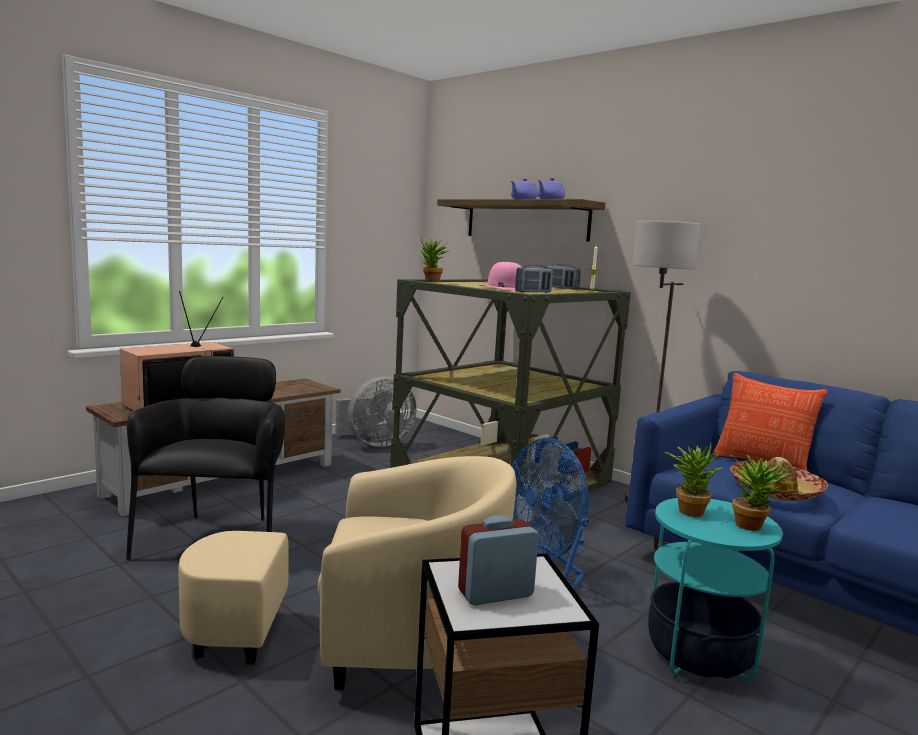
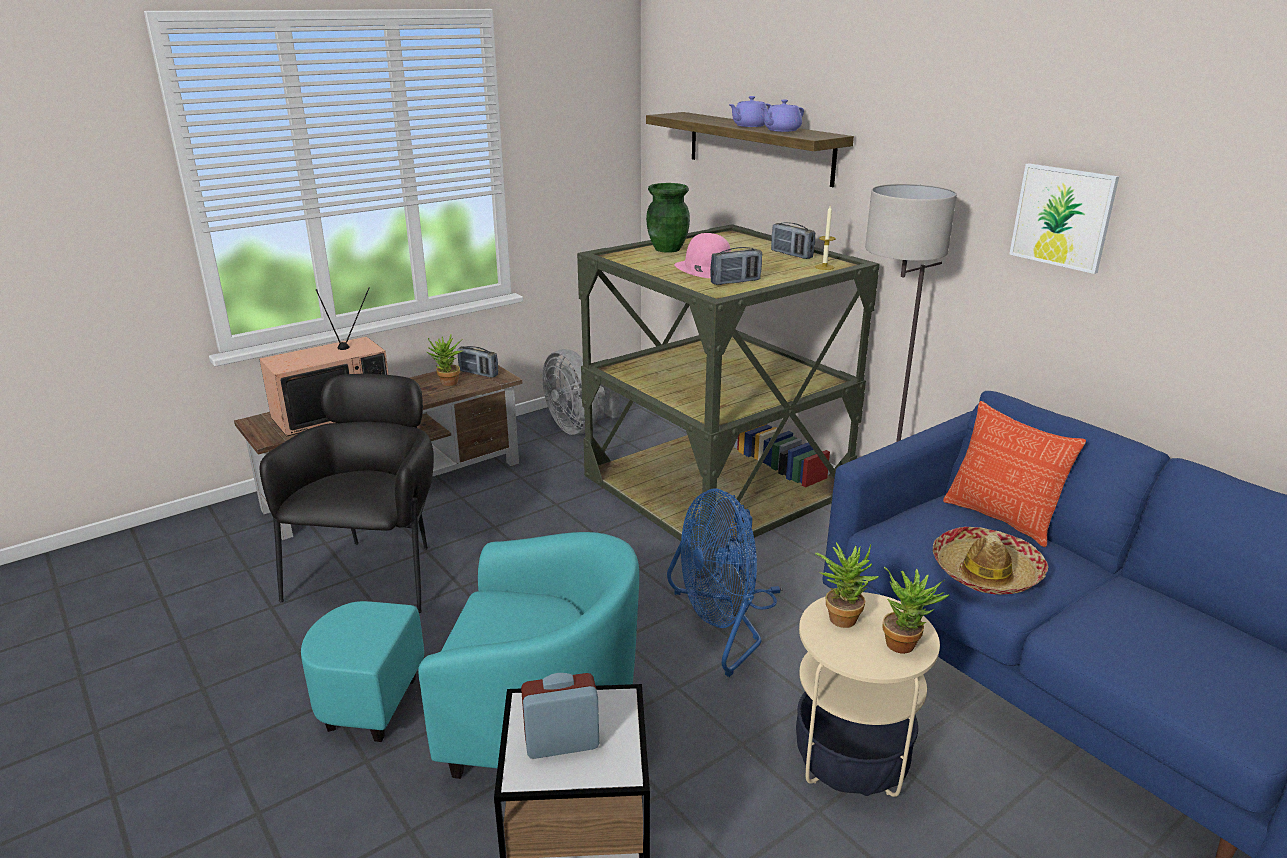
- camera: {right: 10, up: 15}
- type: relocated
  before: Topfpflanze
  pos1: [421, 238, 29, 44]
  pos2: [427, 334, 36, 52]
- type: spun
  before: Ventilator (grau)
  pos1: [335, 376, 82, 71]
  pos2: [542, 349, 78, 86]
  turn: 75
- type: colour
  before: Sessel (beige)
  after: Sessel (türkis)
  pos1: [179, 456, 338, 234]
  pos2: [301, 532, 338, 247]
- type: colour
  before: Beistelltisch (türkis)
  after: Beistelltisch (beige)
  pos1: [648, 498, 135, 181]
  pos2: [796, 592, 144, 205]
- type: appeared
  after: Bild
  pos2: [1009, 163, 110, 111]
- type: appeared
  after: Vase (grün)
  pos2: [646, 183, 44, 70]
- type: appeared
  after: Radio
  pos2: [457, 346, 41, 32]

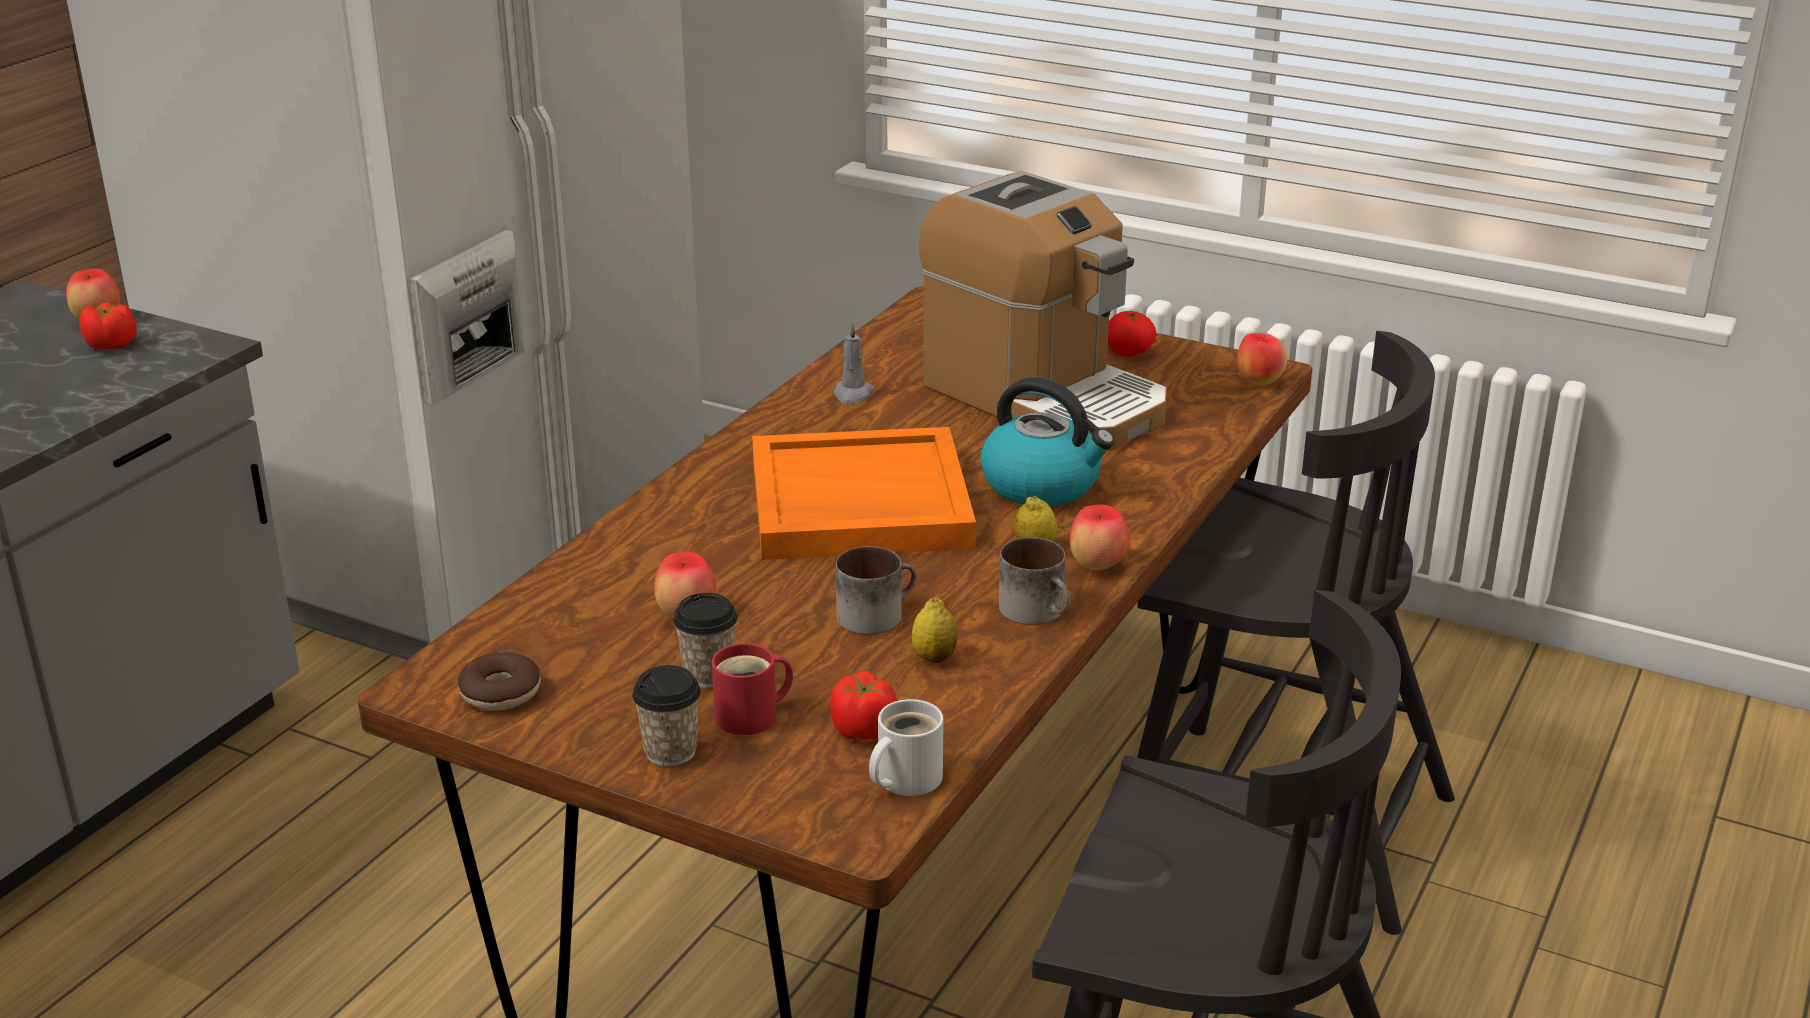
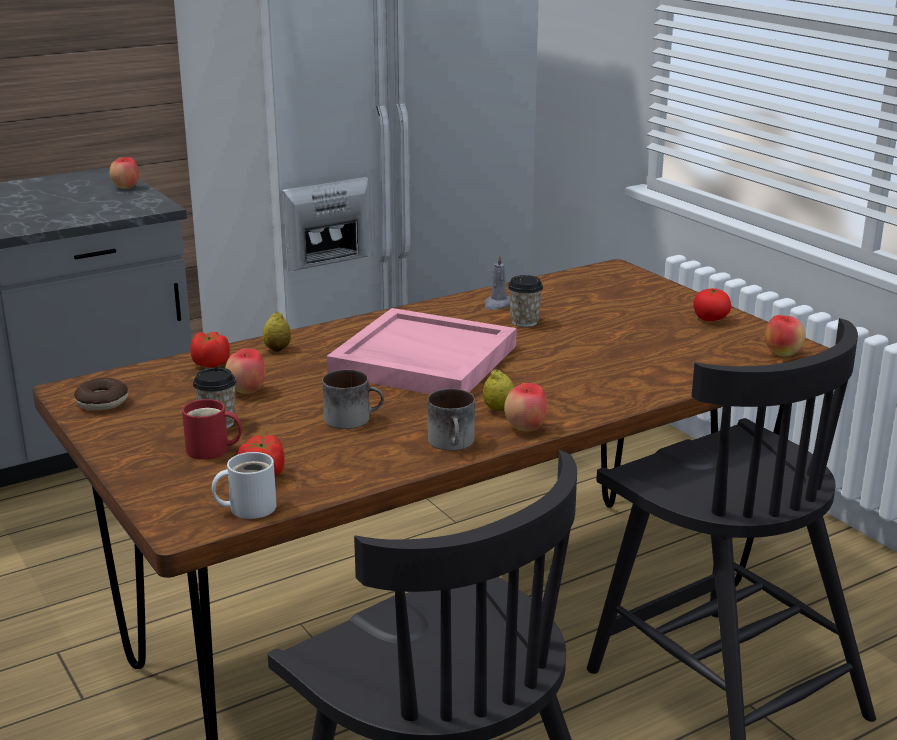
- camera: {right: 30, up: -5}
- type: missing
  before: Kaffeemaschine
  pos1: [918, 171, 249, 280]
- type: relocated
  before: Tomate
  pos1: [79, 302, 58, 48]
  pos2: [190, 332, 40, 36]
- type: missing
  before: Wasserkessel
  pos1: [980, 377, 134, 129]
- type: colour
  before: Tablett (orange)
  after: Tablett (rosa)
  pos1: [752, 427, 224, 133]
  pos2: [327, 308, 190, 86]
- type: relocated
  before: Zitrone
  pos1: [912, 598, 46, 65]
  pos2: [263, 312, 28, 40]
- type: relocated
  before: Tasse
  pos1: [632, 665, 69, 101]
  pos2: [508, 275, 35, 52]

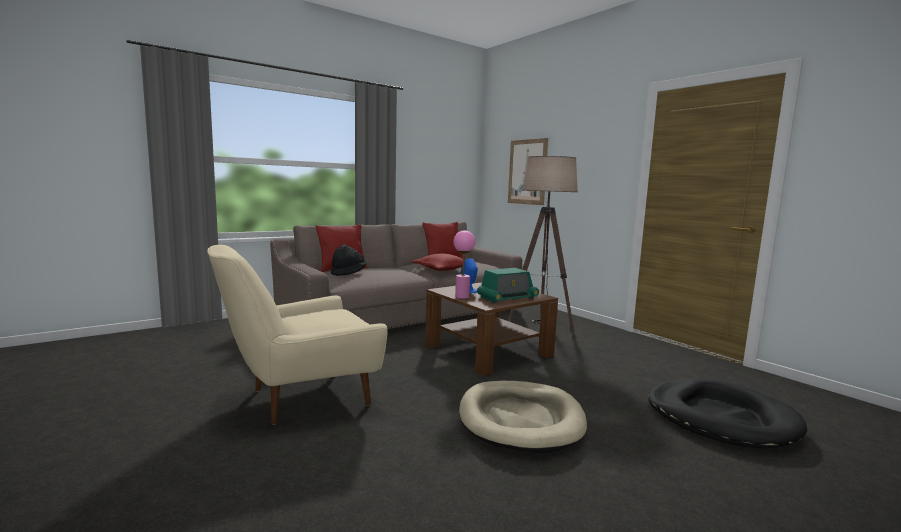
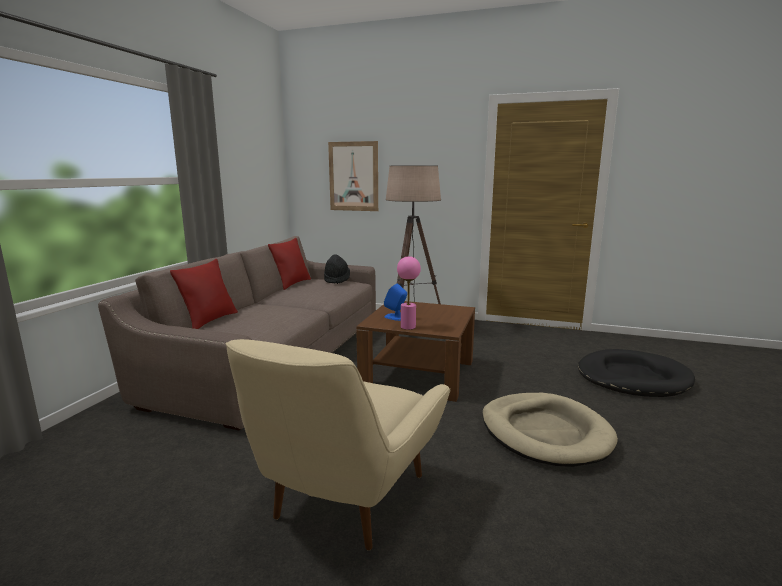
- camera: {right: -35, up: 5}
- type: relocated
  before: Hut (schwarz)
  pos1: [331, 244, 35, 32]
  pos2: [324, 255, 26, 29]
- type: missing
  before: Kissen (rot)
  pos1: [411, 253, 52, 18]
- type: missing
  before: Radio
  pos1: [477, 268, 62, 35]

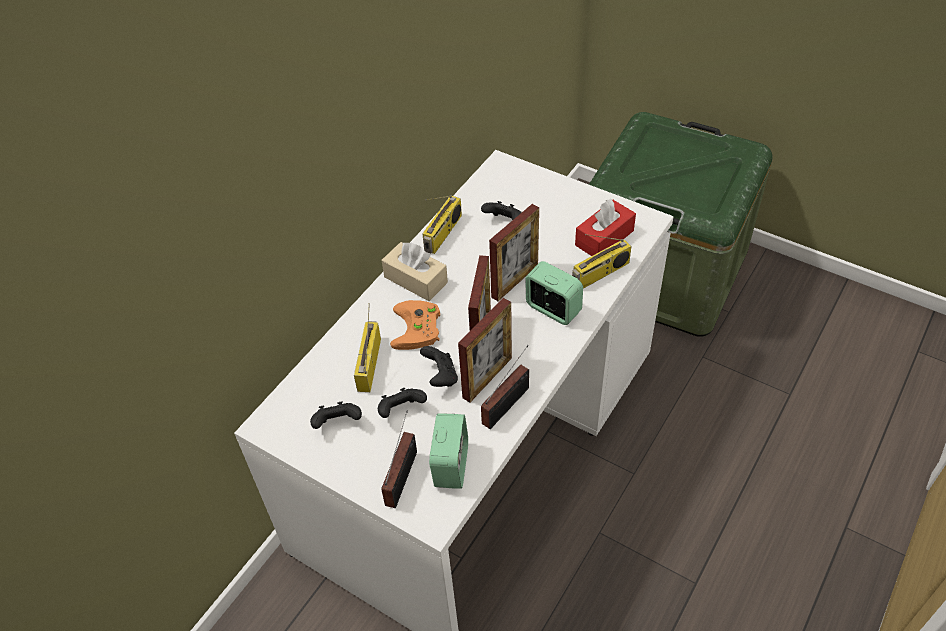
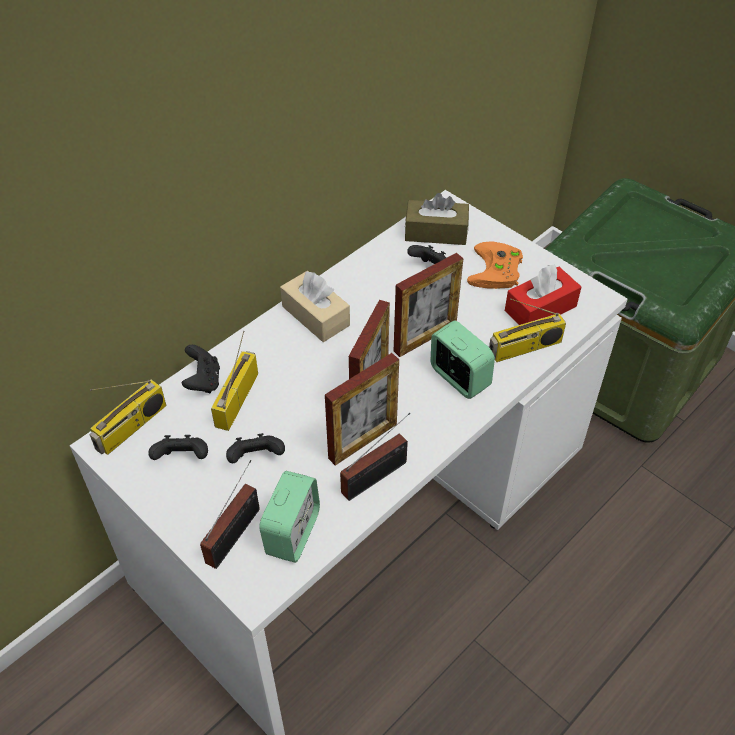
- camera: {right: 10, up: 0}
- type: relocated
  before: Radio
  pos1: [423, 195, 39, 59]
  pos2: [90, 380, 77, 75]
- type: relocated
  before: Gamepad (orange)
  pos1: [390, 300, 50, 50]
  pos2: [467, 241, 56, 48]
- type: relocated
  before: Gamepad (schwarz)
  pos1: [420, 346, 38, 41]
  pos2: [182, 345, 38, 48]
- type: appeared
  after: Taschentuchbox (braun)
  pos2: [405, 193, 64, 52]

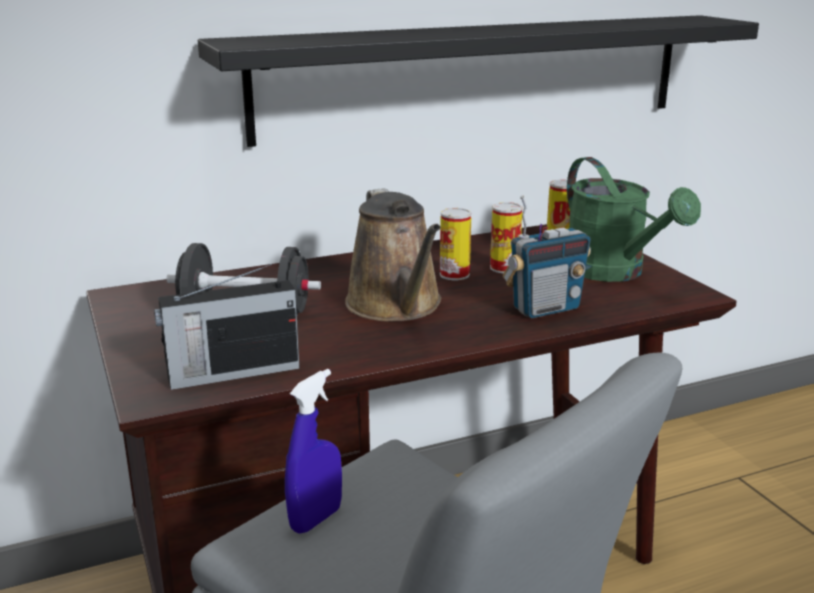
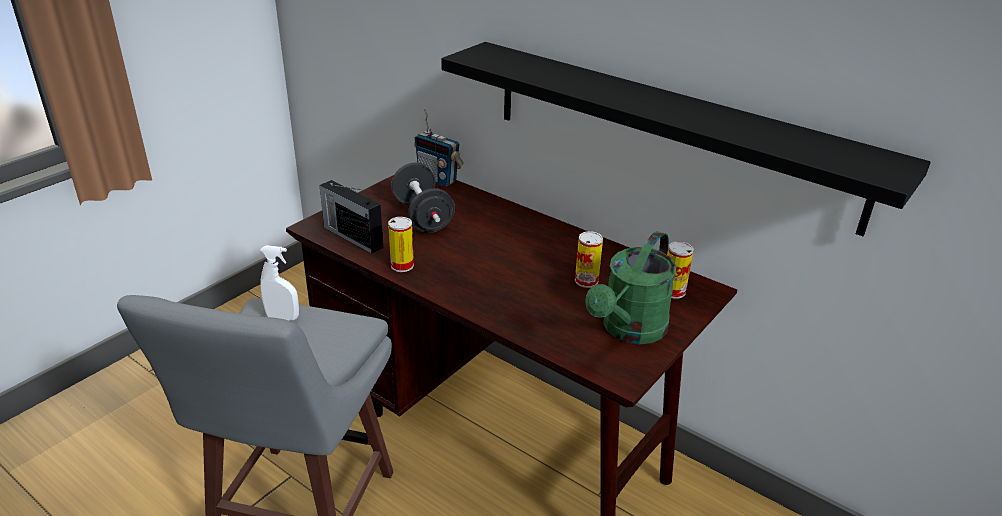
- camera: {right: 60, up: 10}
- type: missing
  before: Gießkanne (braun)
  pos1: [345, 188, 96, 134]
- type: relocated
  before: Radio
  pos1: [503, 196, 88, 122]
  pos2: [414, 109, 49, 78]
- type: relocated
  before: Dose
  pos1: [440, 208, 32, 72]
  pos2: [388, 217, 26, 55]
- type: colour
  before: Sprühflasche (blau)
  after: Sprühflasche (weiß)
  pos1: [285, 369, 57, 165]
  pos2: [260, 245, 39, 76]

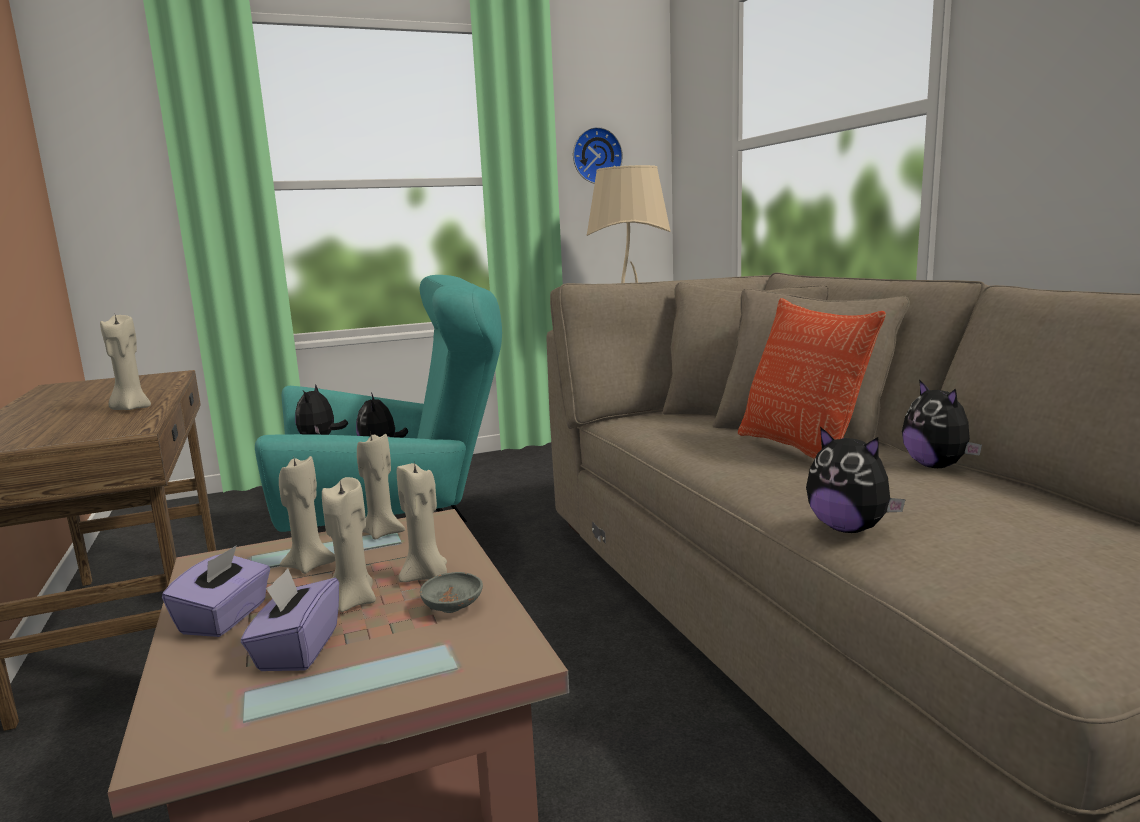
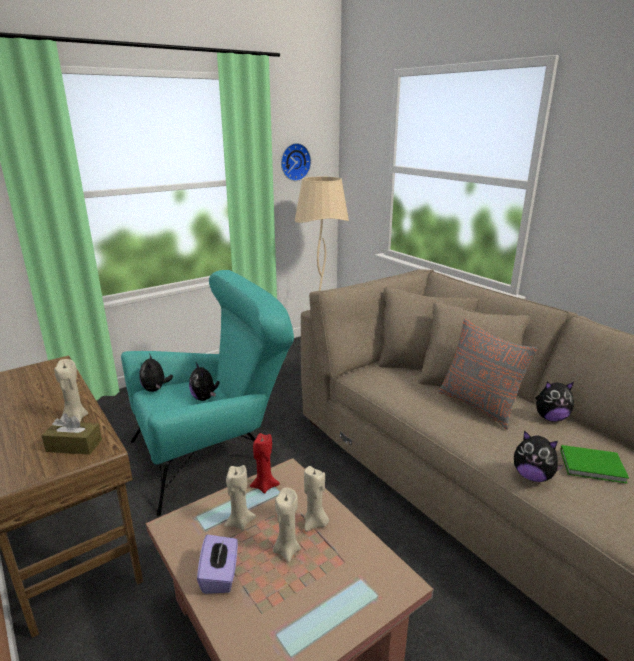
- camera: {right: -15, up: 10}
- type: colour
  before: Kissen (orange)
  after: Kissen (grau)
  pos1: [738, 298, 148, 161]
  pos2: [438, 319, 99, 110]
- type: spun
  before: Plüschtier
  pos1: [902, 379, 80, 89]
  pos2: [535, 382, 39, 40]
  turn: -60
- type: colour
  before: Kerze (beige)
  after: Kerze (rot)
  pos1: [357, 434, 48, 106]
  pos2: [250, 433, 30, 60]
- type: missing
  before: Taschentuchbox (lila)
  pos1: [241, 568, 98, 103]
- type: missing
  before: Schüssel (grau)
  pos1: [420, 572, 63, 41]
- type: appeared
  after: Taschentuchbox (braun)
  pos2: [42, 413, 60, 42]
- type: appeared
  after: Buch (grün)
  pos2: [560, 445, 69, 38]

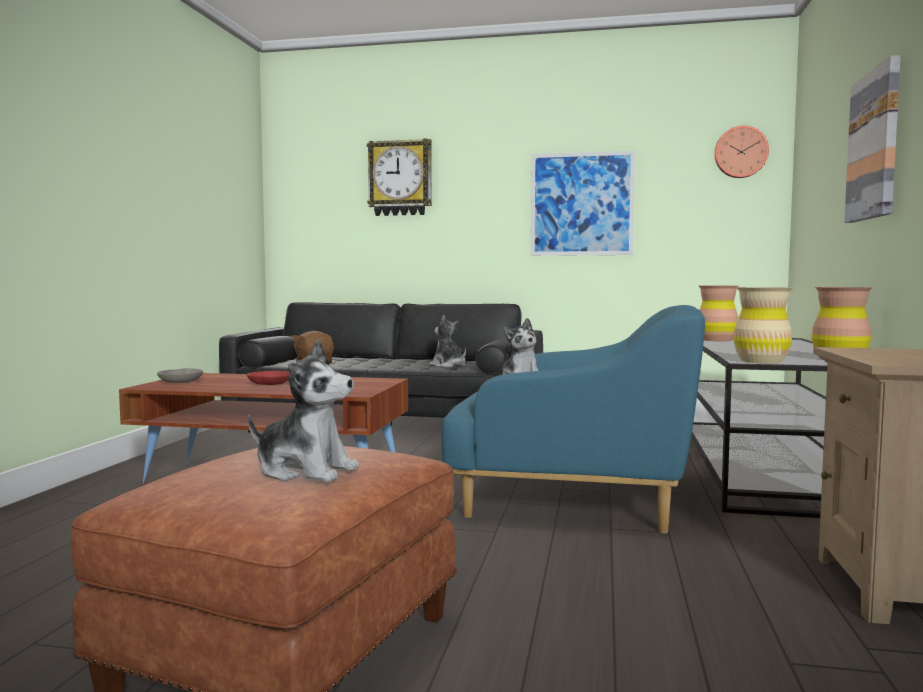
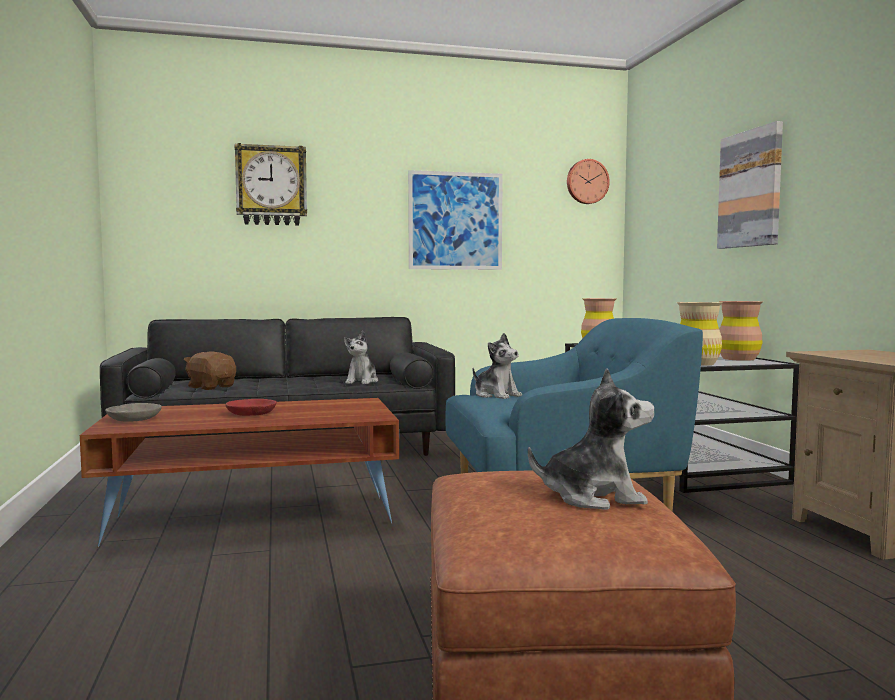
- camera: {right: -25, up: 0}
- type: spun
  before: Plüschtier
  pos1: [430, 315, 36, 53]
  pos2: [344, 331, 34, 53]
  turn: -105

